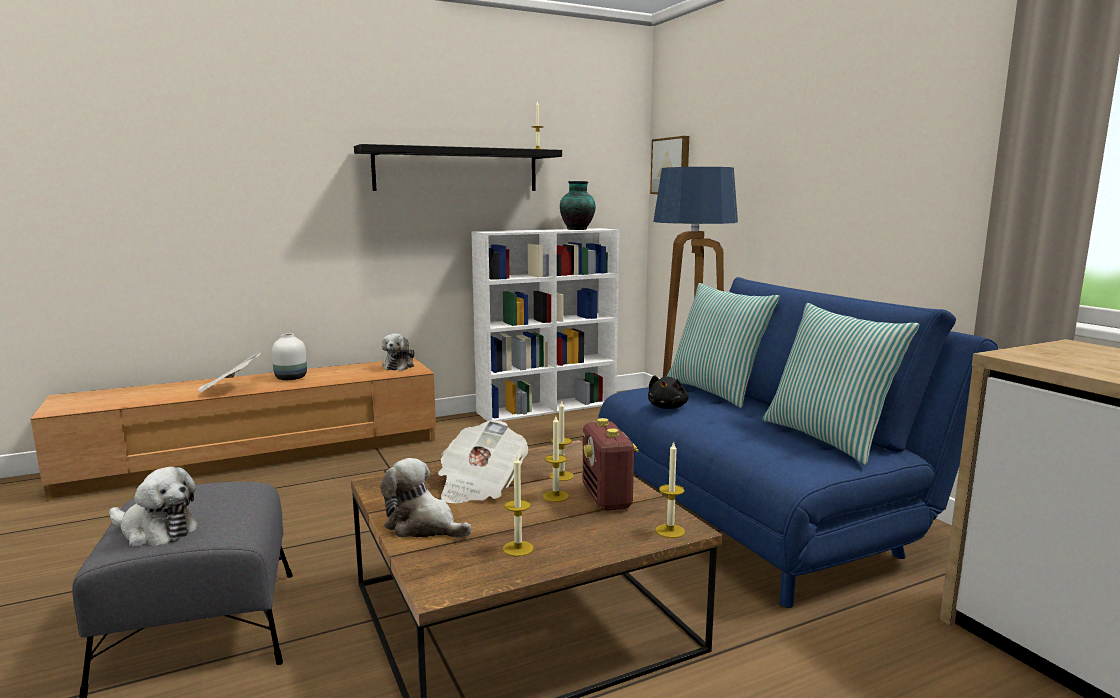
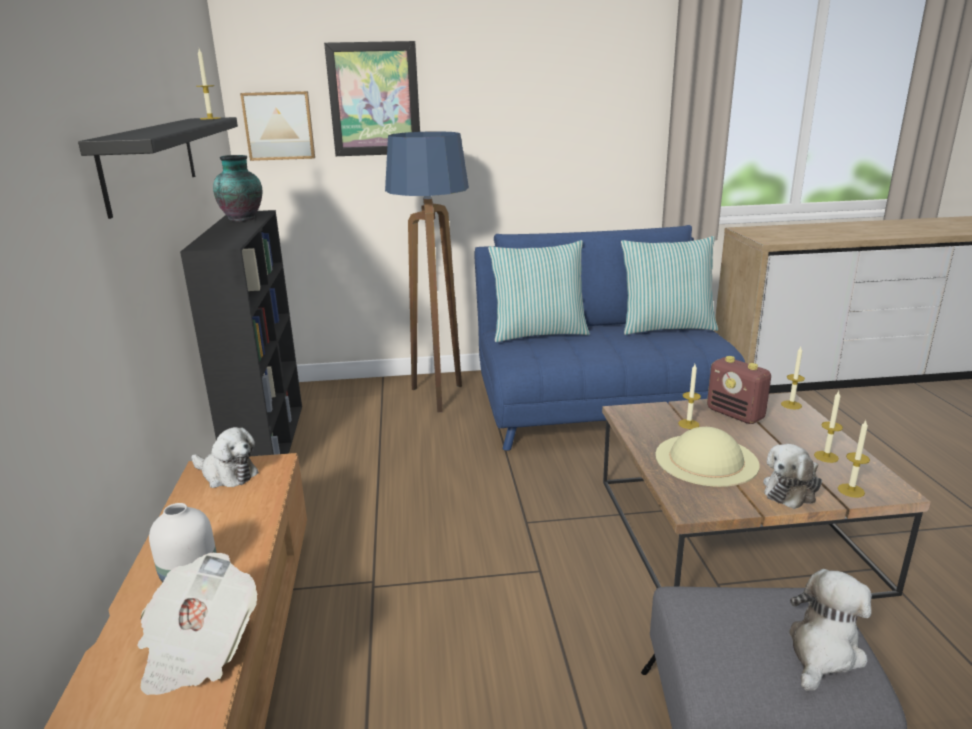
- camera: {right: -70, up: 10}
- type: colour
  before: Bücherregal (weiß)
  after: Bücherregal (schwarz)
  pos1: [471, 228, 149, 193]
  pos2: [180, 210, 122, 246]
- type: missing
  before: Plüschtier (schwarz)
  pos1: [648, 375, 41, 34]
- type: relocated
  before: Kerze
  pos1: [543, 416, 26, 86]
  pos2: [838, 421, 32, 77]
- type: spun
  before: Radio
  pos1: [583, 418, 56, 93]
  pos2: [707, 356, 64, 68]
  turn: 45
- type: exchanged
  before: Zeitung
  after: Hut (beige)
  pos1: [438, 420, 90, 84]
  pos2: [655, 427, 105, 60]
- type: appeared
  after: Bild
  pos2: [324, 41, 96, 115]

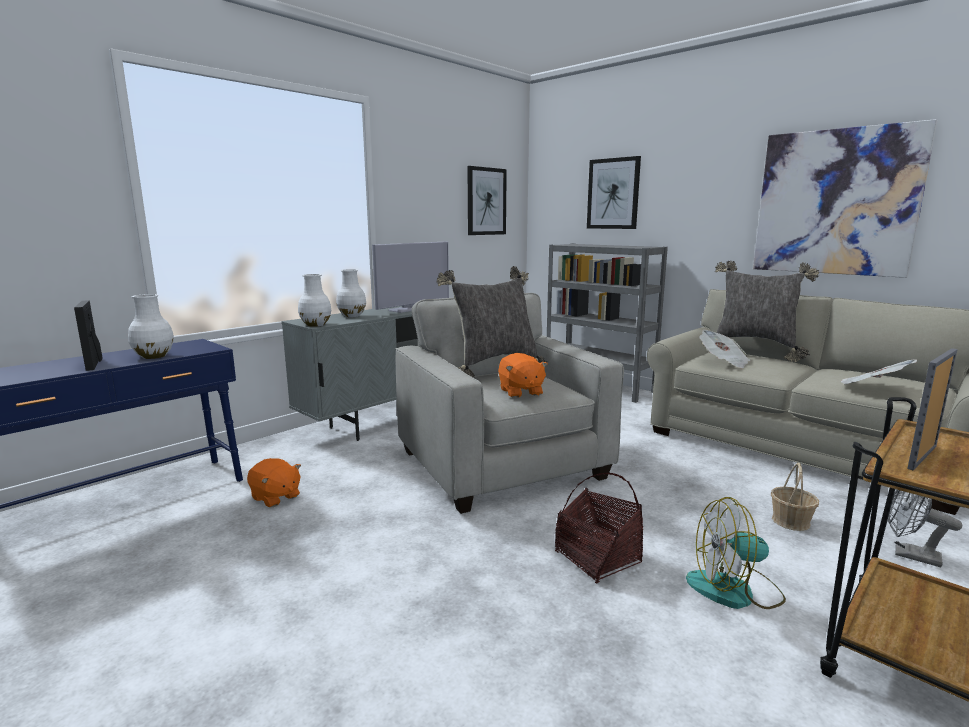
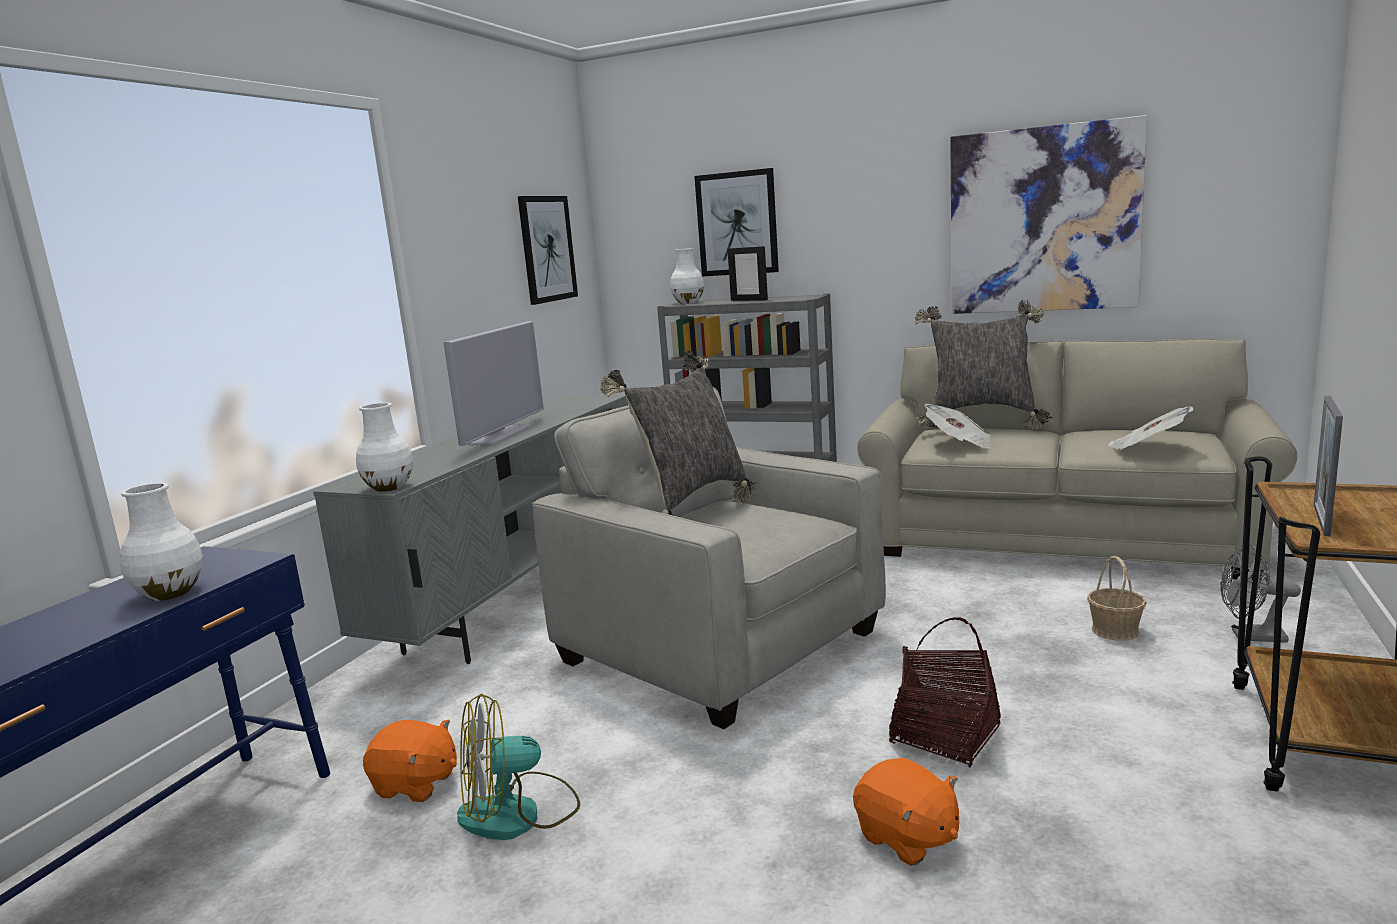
- camera: {right: -20, up: 0}
- type: relocated
  before: Vase (weiß)
  pos1: [336, 269, 30, 48]
  pos2: [670, 248, 34, 56]
- type: relocated
  before: Bilderrahmen
  pos1: [74, 300, 29, 71]
  pos2: [727, 246, 41, 55]
- type: relocated
  before: Plüschtier (orange)
  pos1: [498, 353, 50, 45]
  pos2: [853, 758, 106, 108]
- type: relocated
  before: Ventilator
  pos1: [686, 497, 100, 112]
  pos2: [457, 694, 123, 146]

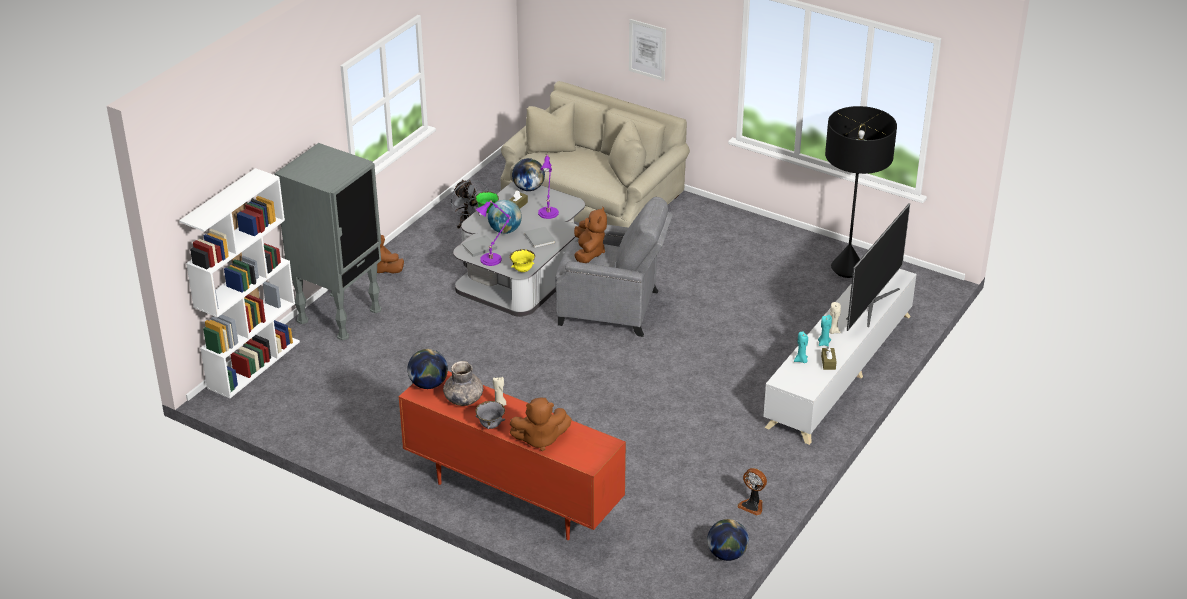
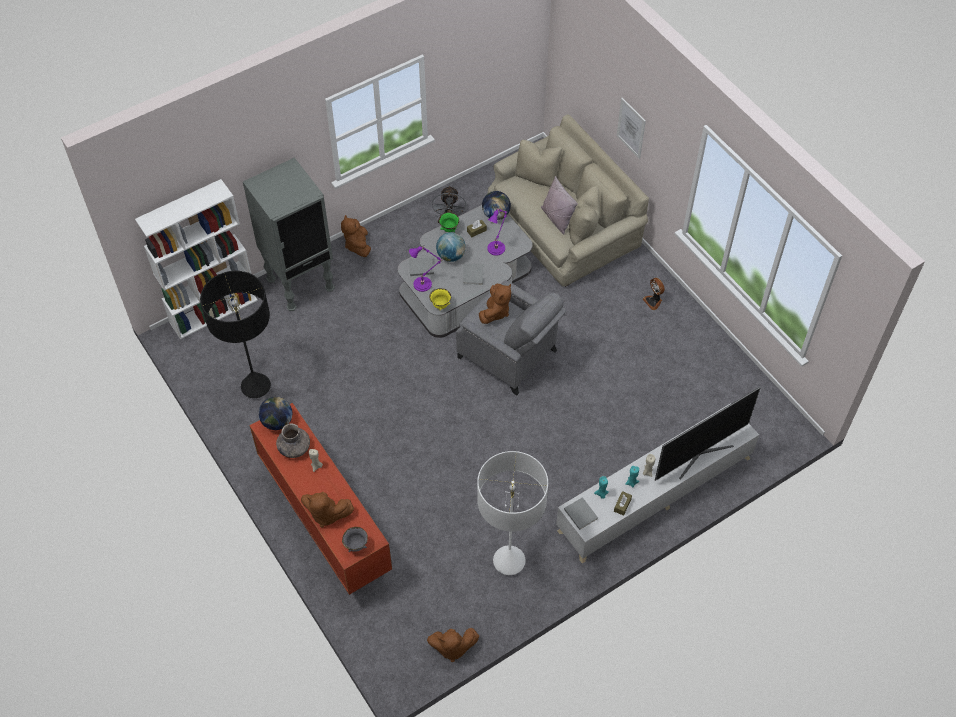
- camera: {right: 25, up: 20}
- type: relocated
  before: Stehlampe (schwarz)
  pos1: [825, 106, 72, 172]
  pos2: [200, 271, 71, 127]
- type: relocated
  before: Schüssel (grau)
  pos1: [476, 401, 29, 28]
  pos2: [342, 527, 26, 25]
- type: relocated
  before: Ventilator
  pos1: [738, 468, 29, 47]
  pos2: [643, 278, 22, 32]
- type: exchanged
  before: Globus
  after: Plüschtier (braun)
  pos1: [707, 519, 42, 42]
  pos2: [427, 628, 52, 34]
- type: appeared
  after: Kissen (lila)
  pos2: [541, 176, 37, 58]
- type: appeared
  after: Stehlampe (weiß)
  pos2: [477, 451, 71, 124]
- type: appeared
  after: Buch (grau)
  pos2: [564, 497, 34, 33]

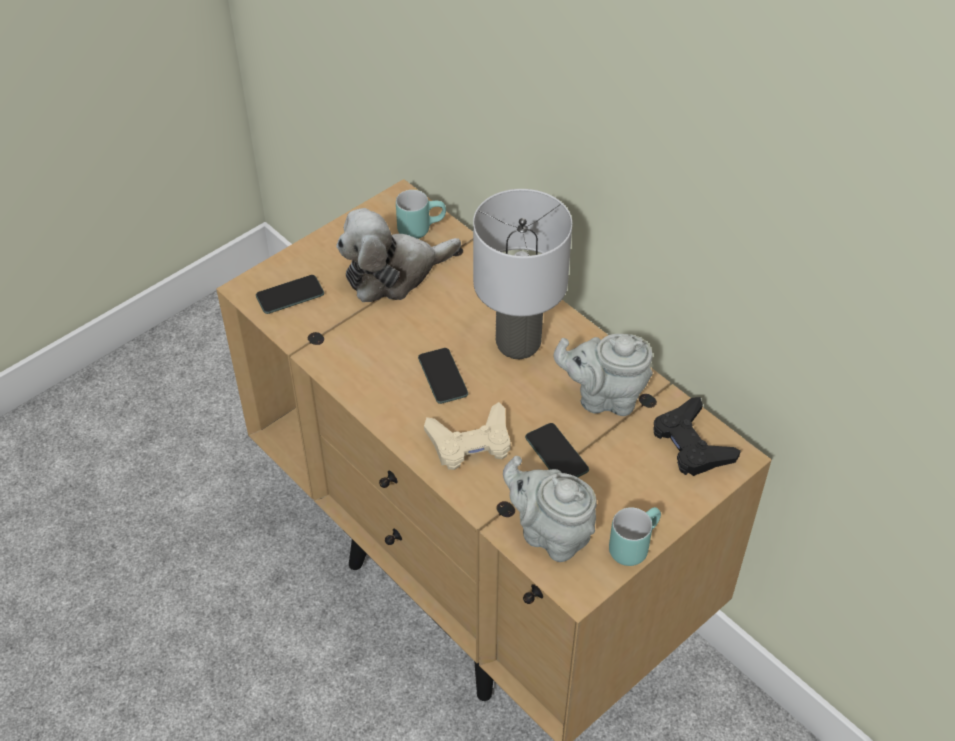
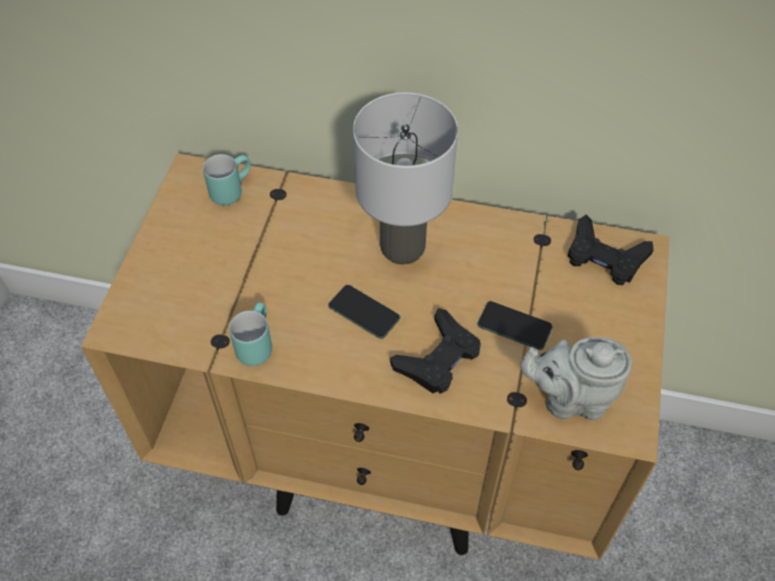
- camera: {right: -35, up: 5}
- type: missing
  before: Plüschtier
  pos1: [336, 208, 125, 94]
- type: missing
  before: Handy
  pos1: [256, 275, 68, 39]
- type: missing
  before: Teekanne (grau)
  pos1: [554, 334, 99, 82]
- type: colour
  before: Gamepad (beige)
  after: Gamepad (schwarz)
  pos1: [424, 402, 87, 68]
  pos2: [390, 308, 91, 86]
- type: relocated
  before: Henkelbecher (türkis)
  pos1: [609, 507, 52, 59]
  pos2: [229, 302, 43, 64]

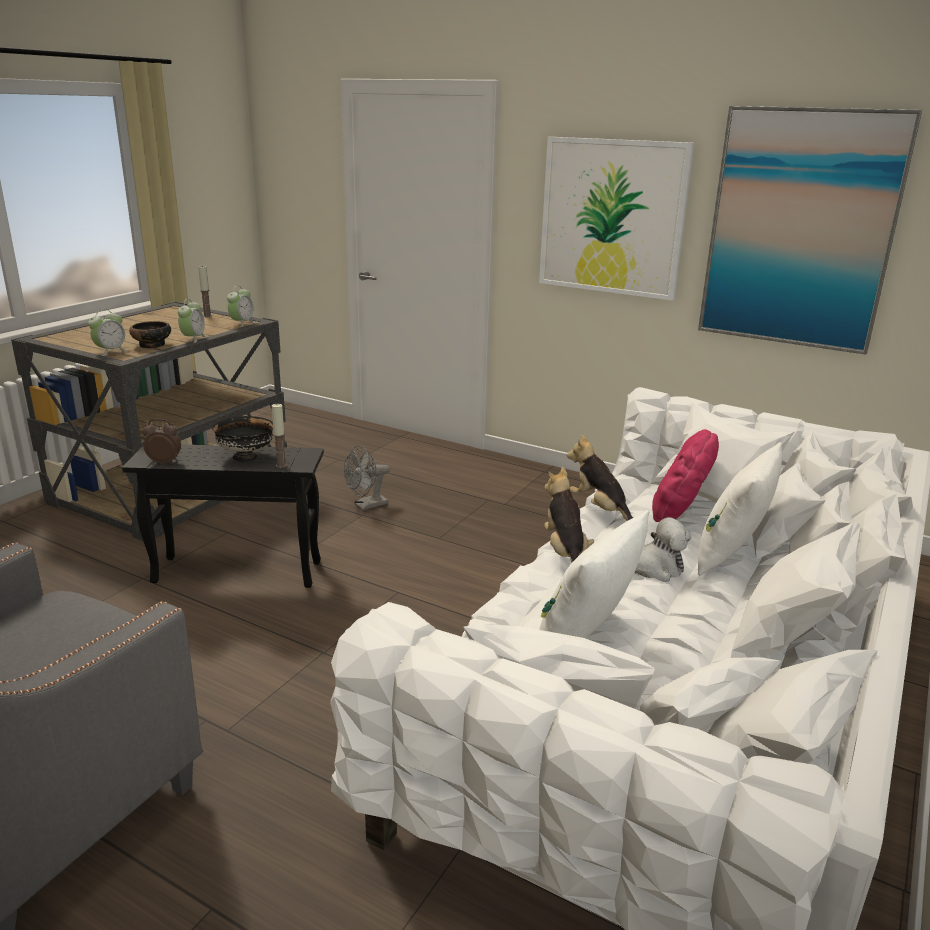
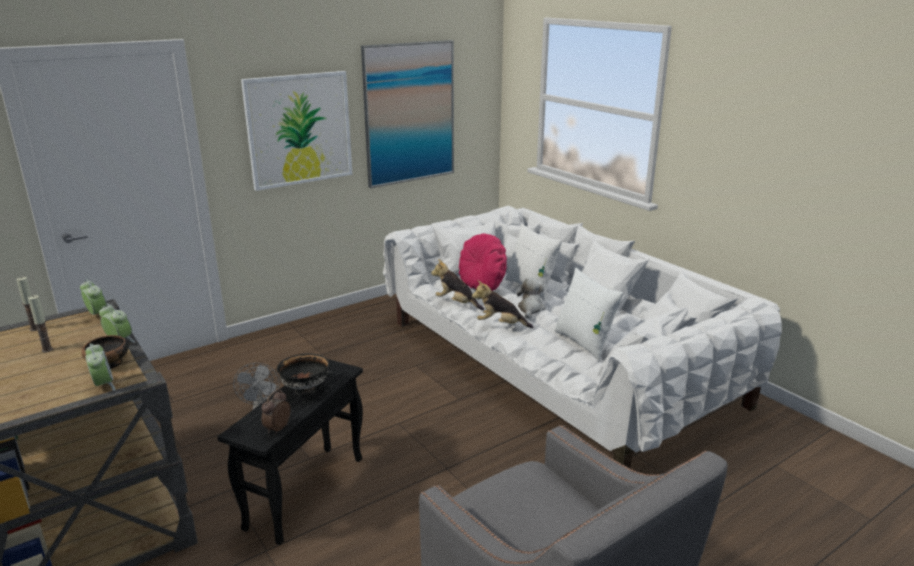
- camera: {right: -65, up: 0}
- type: relocated
  before: Kerze
  pos1: [272, 403, 15, 65]
  pos2: [28, 295, 25, 57]
- type: spun
  before: Plüschtier
  pos1: [567, 434, 66, 87]
  pos2: [431, 259, 53, 51]
  turn: 45

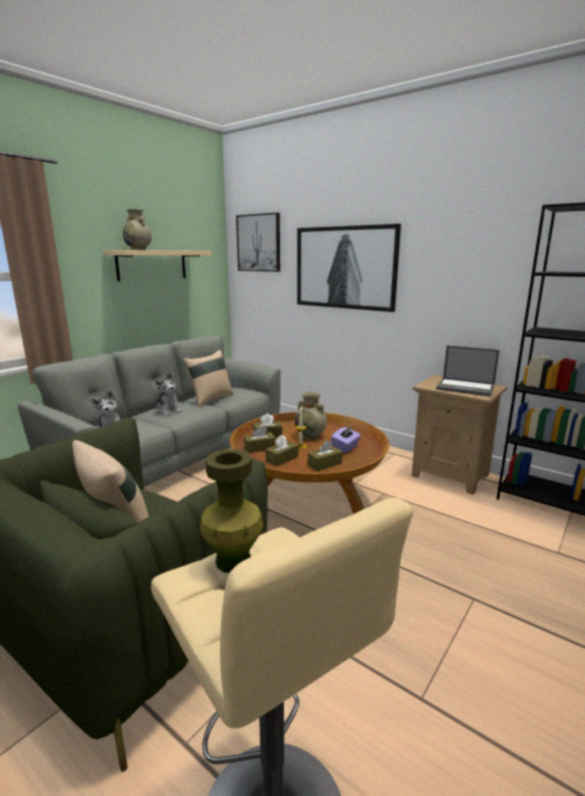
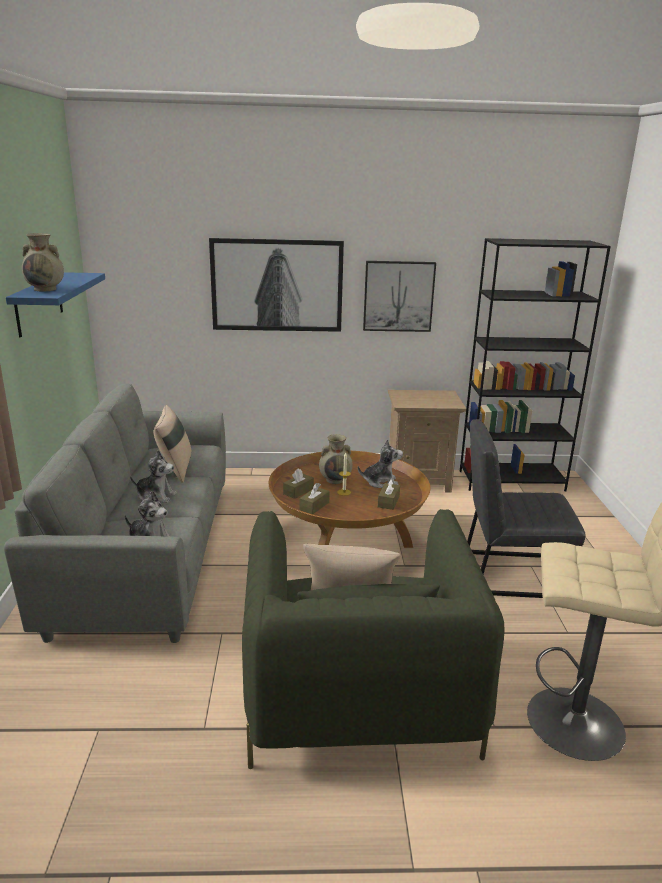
- camera: {right: -40, up: 5}
- type: relocated
  before: Bild
  pos1: [236, 213, 44, 59]
  pos2: [363, 261, 73, 71]
- type: colour
  before: Wandregal (beige)
  after: Wandregal (blau)
  pos1: [104, 250, 108, 31]
  pos2: [6, 272, 99, 65]
- type: missing
  before: Laptop
  pos1: [436, 346, 63, 50]
- type: exchanged
  before: Taschentuchbox (lila)
  after: Plüschtier
  pos1: [331, 426, 30, 27]
  pos2: [358, 439, 45, 49]
- type: missing
  before: Taschentuchbox (braun)
  pos1: [266, 435, 32, 31]
- type: missing
  before: Vase (grün)
  pos1: [200, 449, 63, 124]
- type: appeared
  after: Stuhl (grau)
  pos2: [467, 419, 118, 179]

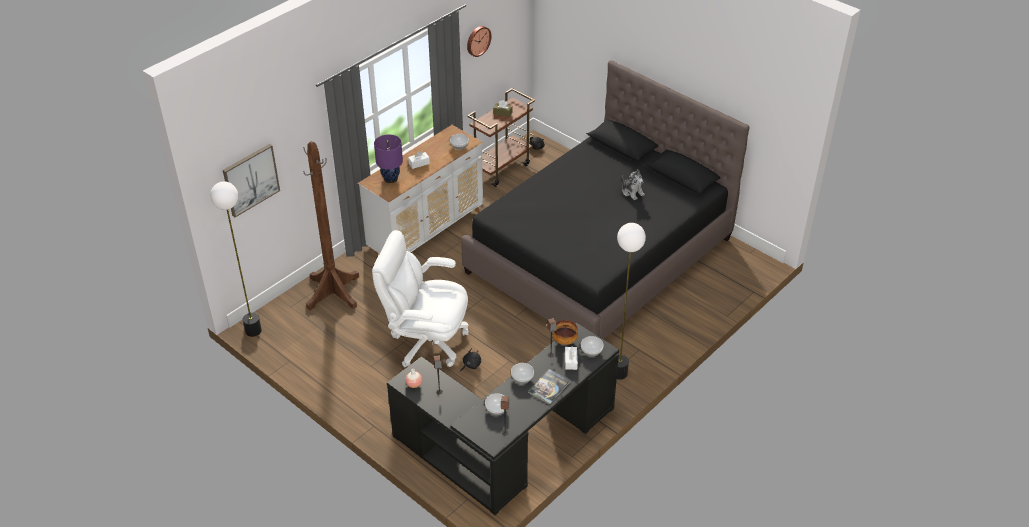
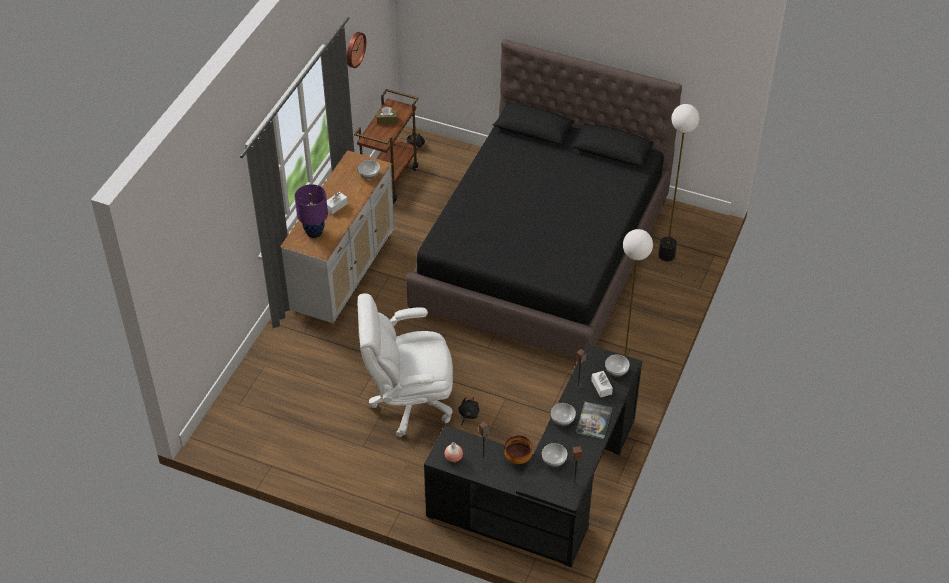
- camera: {right: -20, up: 5}
- type: missing
  before: Kleiderständer (braun)
  pos1: [303, 141, 56, 169]
- type: missing
  before: Bild
  pos1: [223, 144, 57, 73]
- type: missing
  before: Plüschtier
  pos1: [622, 169, 23, 31]
- type: relocated
  before: Stehlampe
  pos1: [210, 181, 52, 156]
  pos2: [658, 104, 42, 157]
- type: relocated
  before: Schüssel
  pos1: [553, 320, 25, 25]
  pos2: [504, 435, 28, 29]

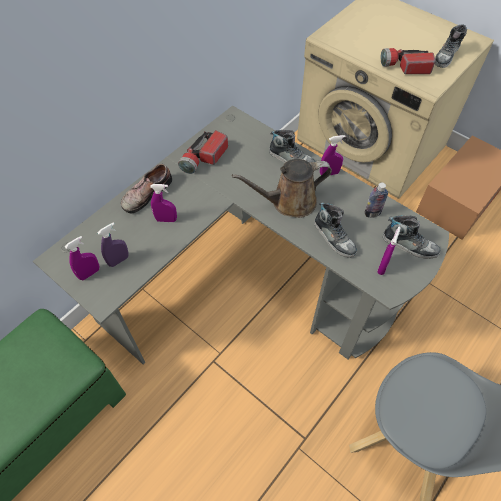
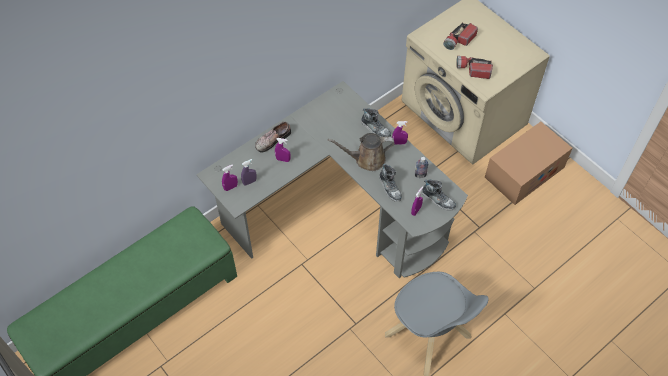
- camera: {right: 10, up: 0}
- type: missing
  before: Schuh
  pos1: [435, 25, 32, 43]
- type: relocated
  before: Taschenlampe
  pos1: [178, 130, 50, 44]
  pos2: [443, 23, 35, 27]

